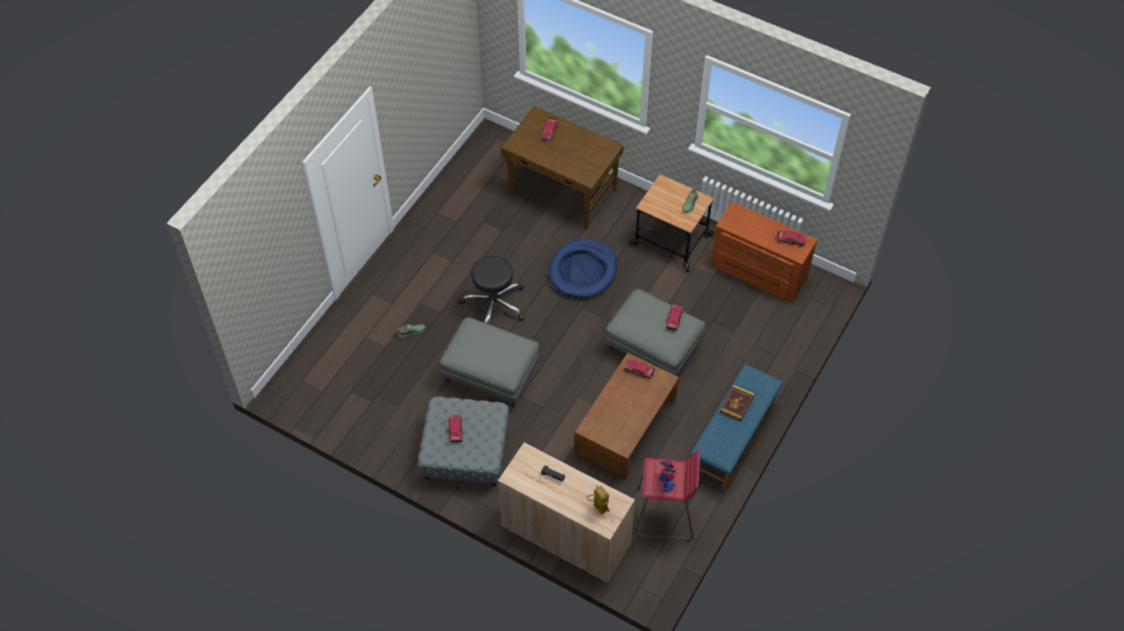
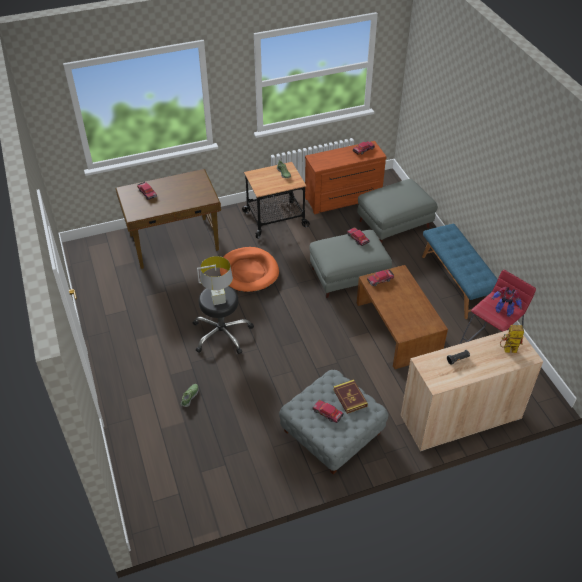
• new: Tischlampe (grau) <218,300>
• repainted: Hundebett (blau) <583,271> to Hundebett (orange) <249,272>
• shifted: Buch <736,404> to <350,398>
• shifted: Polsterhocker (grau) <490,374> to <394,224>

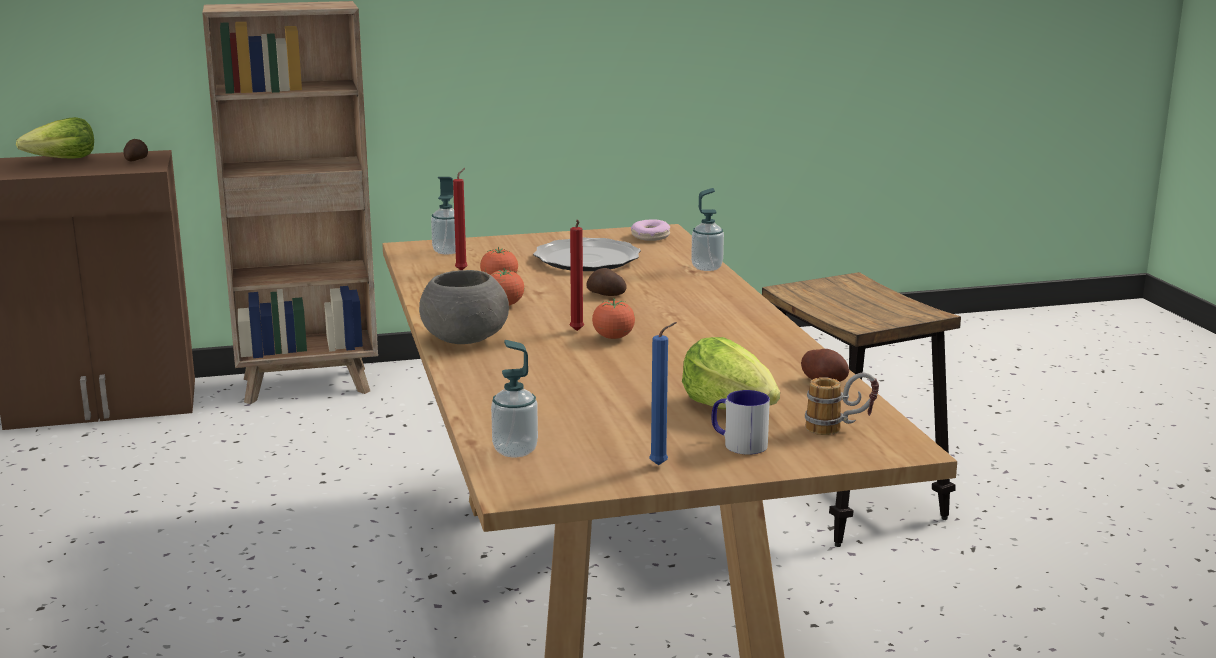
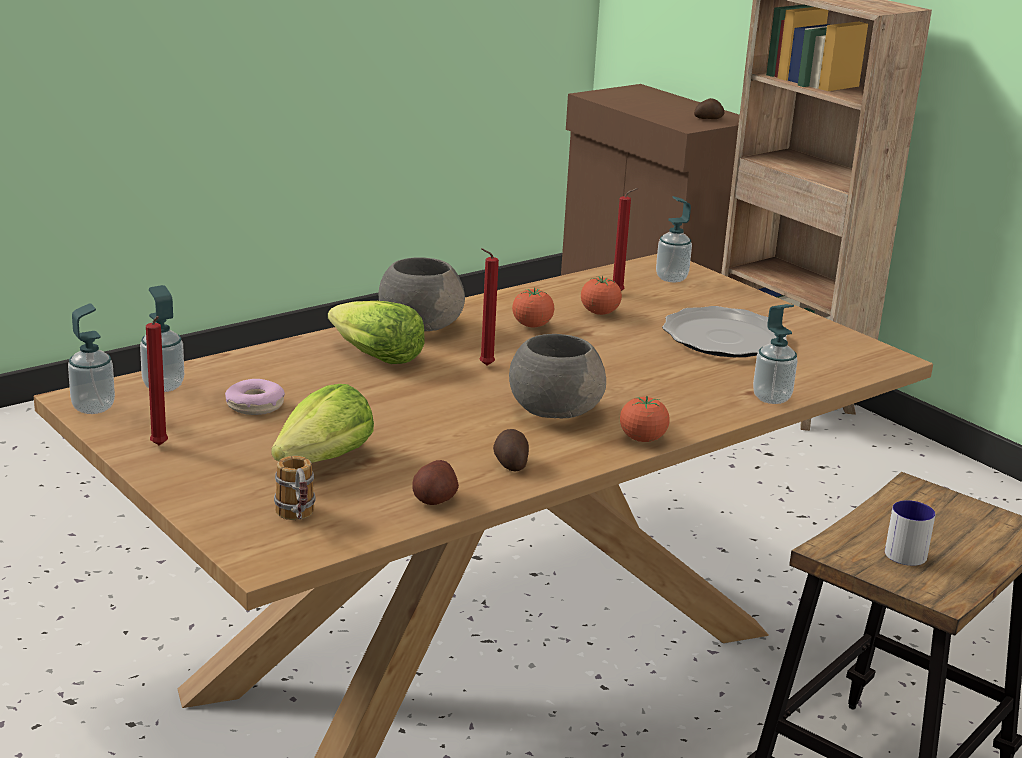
• new: Seifenspender <93,407>
• repainted: Kerze (blau) <661,465> to Kerze (rot) <160,446>
• shifted: Donut <650,237> to <255,406>
• shifted: Salatkopf <62,160> to <375,357>
• shifted: Kartoffel <605,294> to <510,464>
• new: Schüssel (grau) <553,410>
• shifted: Tomate <613,338> to <642,439>
• shifted: Henkelbecher <738,444> to <904,550>

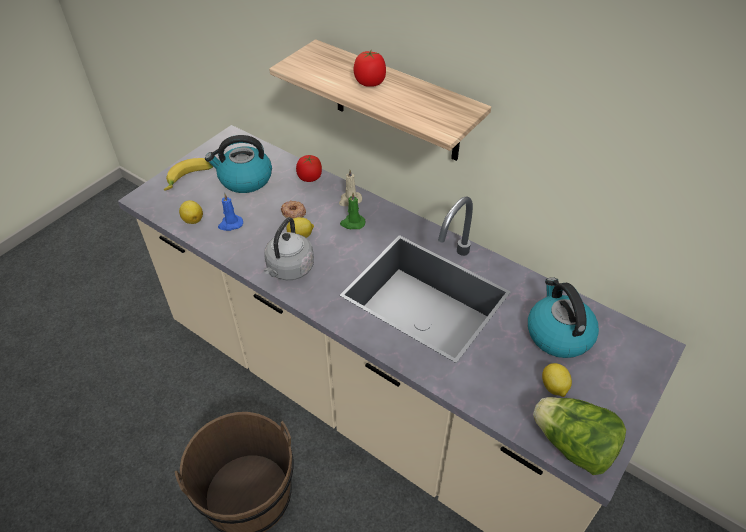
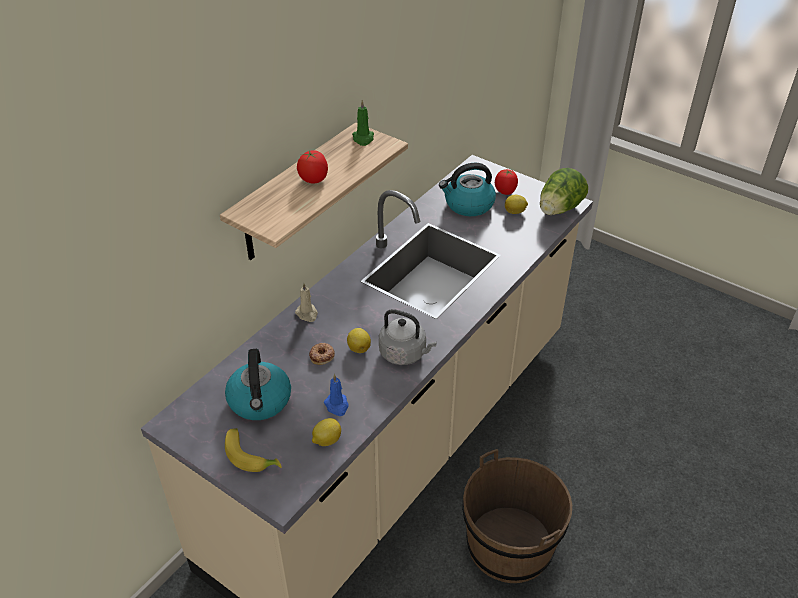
• shifted: Kerze (grün) <352,223> to <363,139>
• shifted: Tomate <309,178> to <505,191>

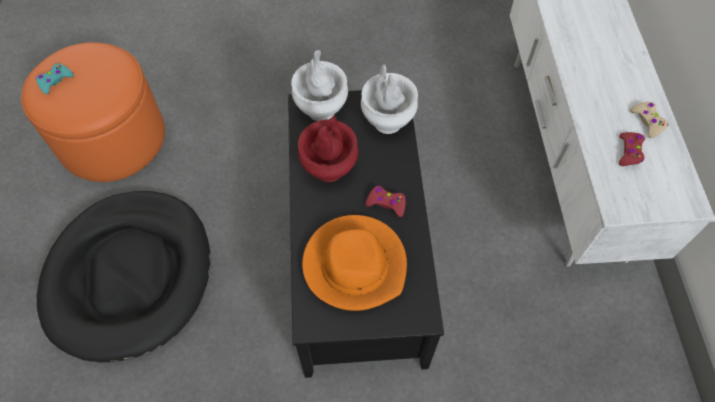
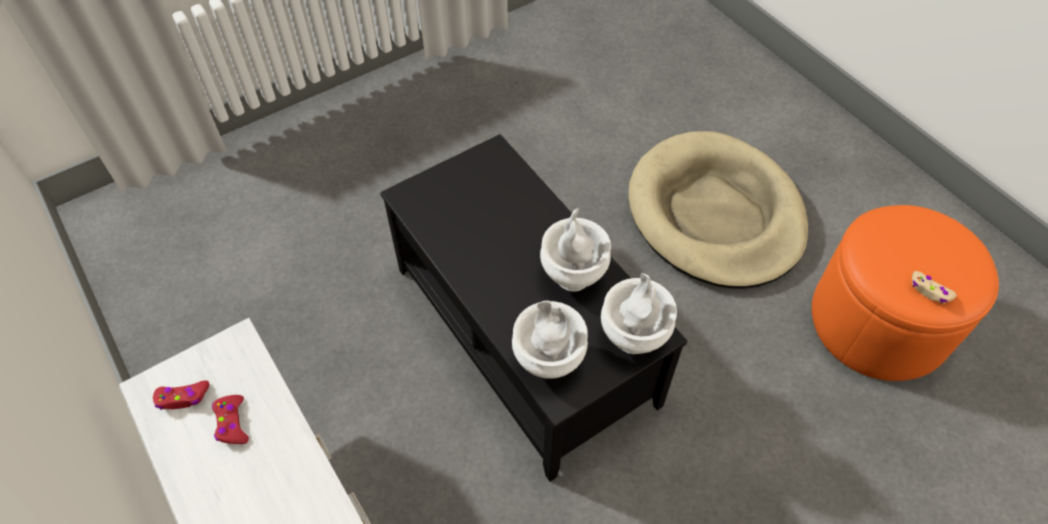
• shifted: Gamepad (rot) <386,203> to <183,398>
• repainted: Vase (rot) <329,170> to Vase (weiß) <573,276>
• repainted: Hundebett (schwarz) <130,275> to Hundebett (beige) <715,214>
• shifted: Gamepad (beige) <647,122> to <929,291>
• gone: Gamepad (türkis) <55,81>
• gone: Hut (orange) <355,264>

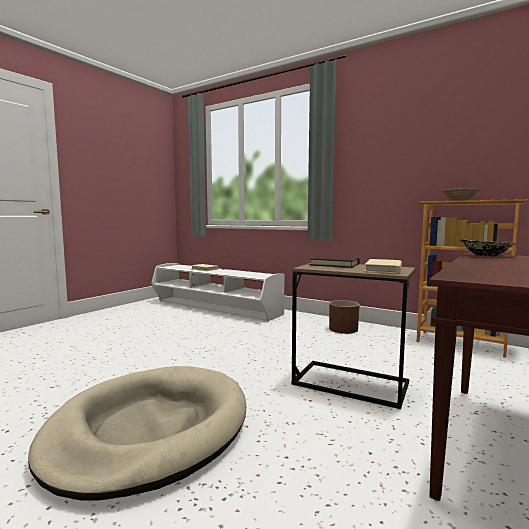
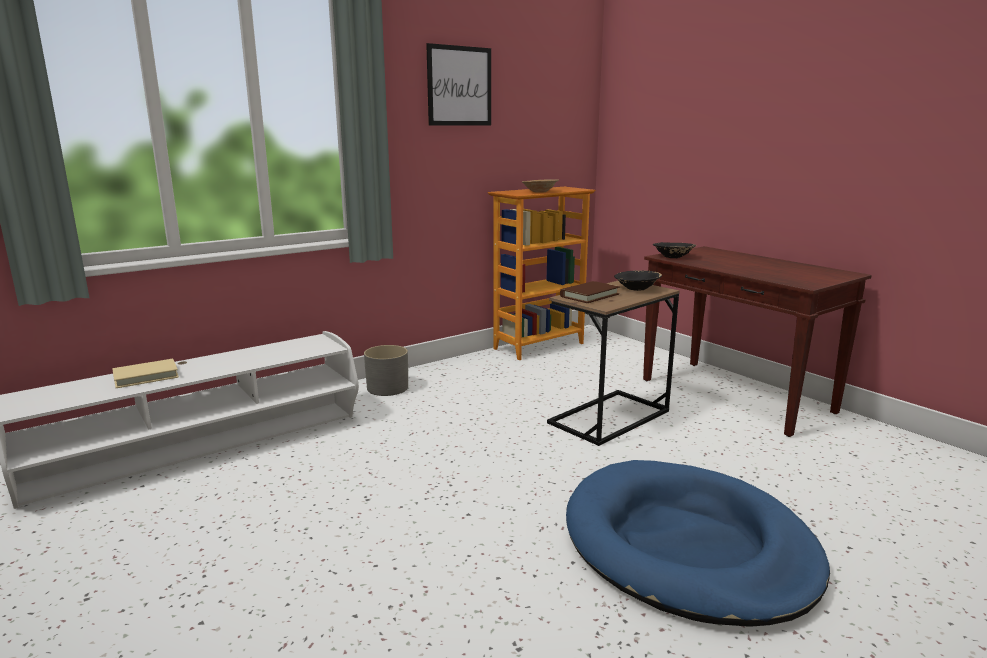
• new: Pflanzkübel (grau) <387,388>
• new: Bild <459,86>
• repainted: Hundebett (beige) <149,430> to Hundebett (blau) <687,546>
• swapped: Buch (beige) <383,269> to Schüssel (schwarz) <637,288>
• gone: Pflanzkübel (braun) <343,329>

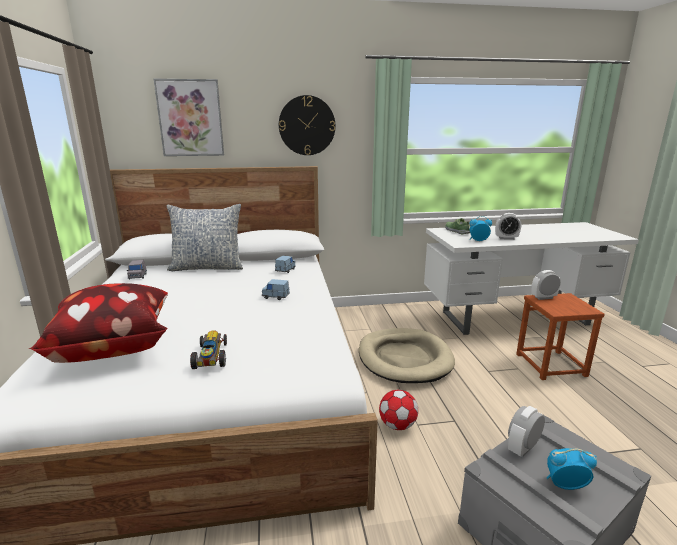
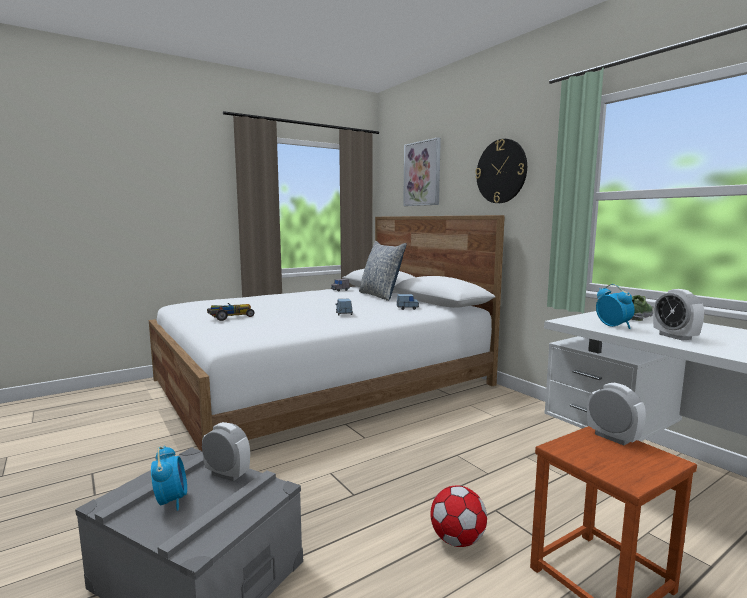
• shifted: Fußball <397,425> to <457,540>
• gone: Kissen <113,346>
• gone: Hundebett (beige) <404,358>

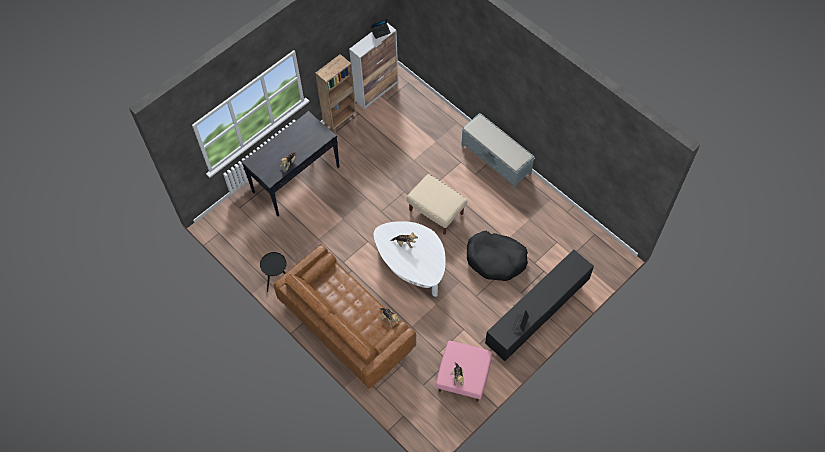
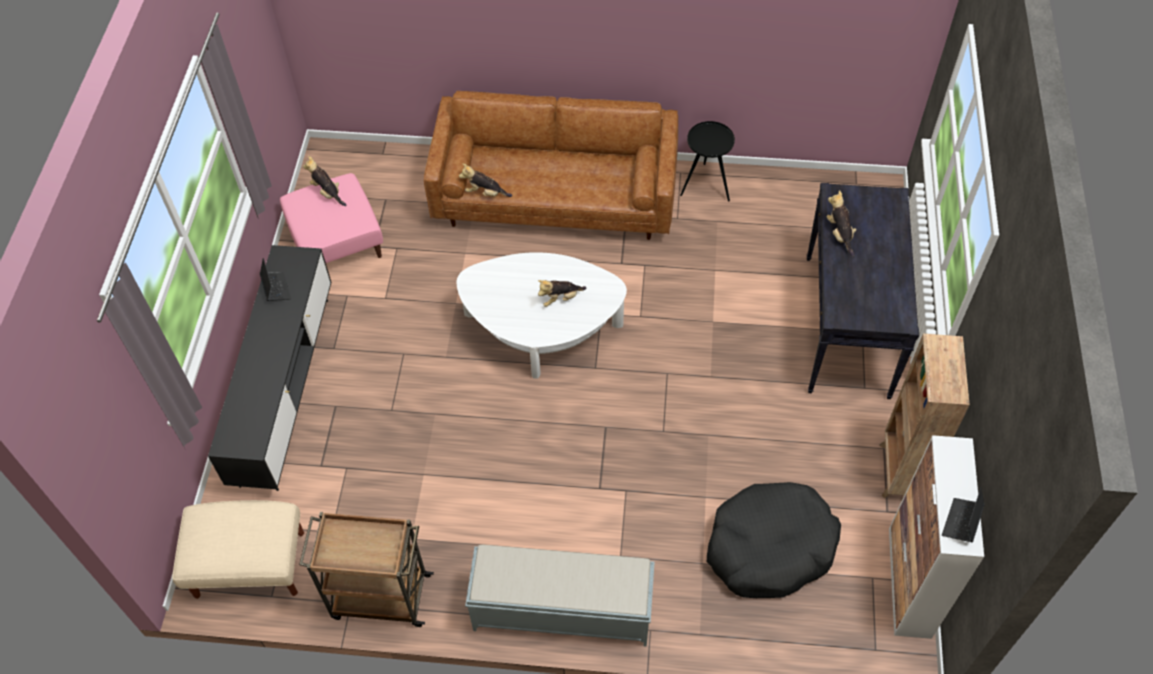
• shifted: Polsterhocker (beige) <436,212> to <249,565>
• new: Rollwagen (braun) <379,596>
• shifted: Hundebett (schwarz) <495,259> to <769,547>

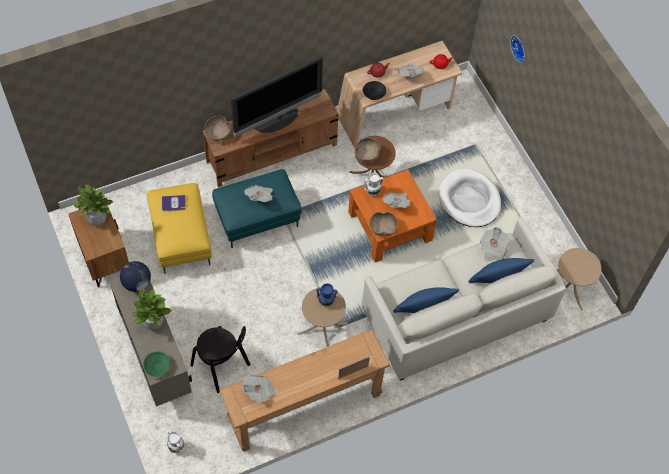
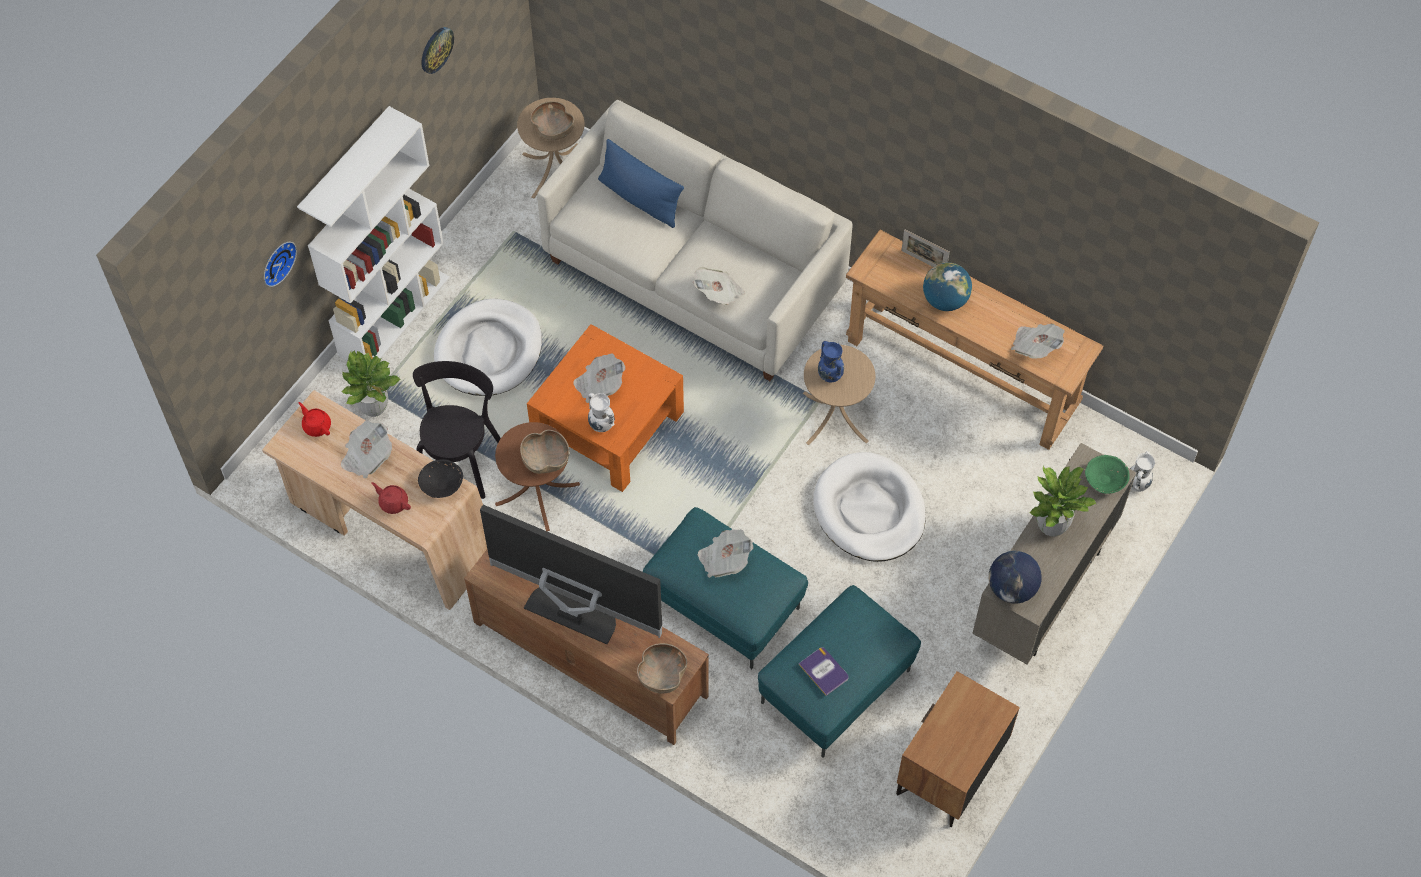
• new: Bücherregal (weiß) <394,315>
• shifted: Topfpflanze <97,220> to <374,408>
• shifted: Stuhl (schwarz) <222,367> to <460,459>
• new: Wanduhr <436,49>
• shifted: Schüssel (braun) <383,228> to <552,130>
• shifted: Zeitung <493,249> to <718,293>
• repainted: Polsterhocker (gelb) <180,238> to Polsterhocker (türkis) <836,688>
• new: Hundebett (weiß) <869,510>
• new: Globus <945,300>
• gone: Kissen (blau) <424,306>

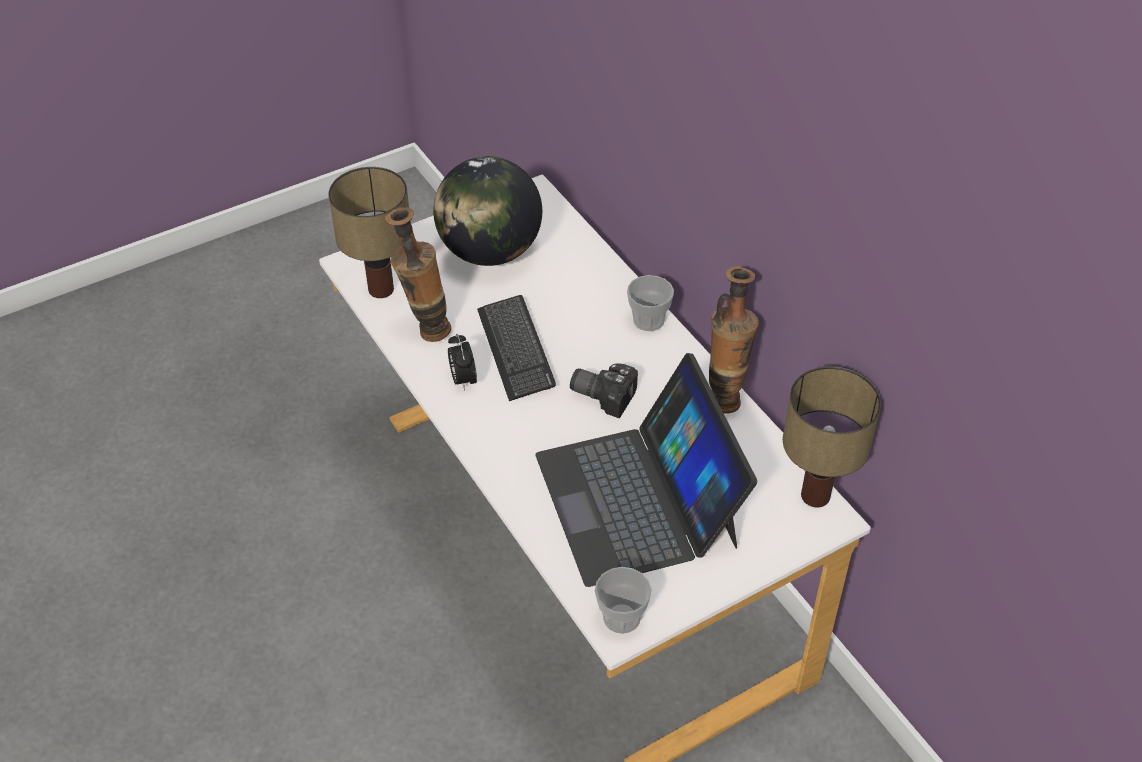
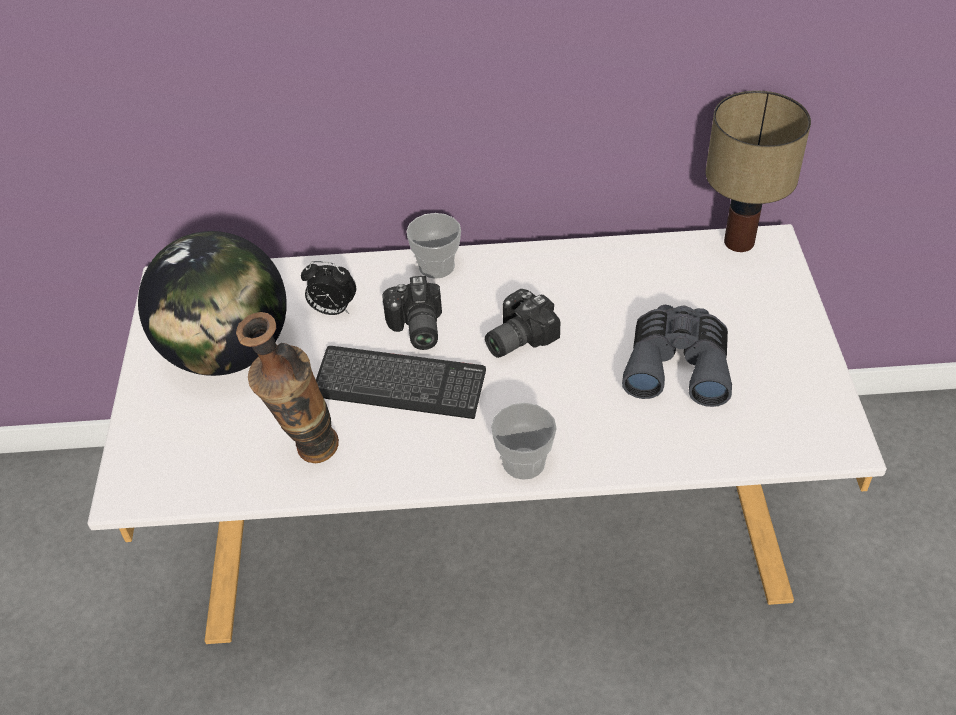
• shifted: Wecker <463,379> to <332,310>
• new: Kamera <415,329>
• shifted: Tasse <621,617> to <524,462>
• swapped: Laptop <638,499> to Fernglas (grau) <677,364>
• gone: Tischlampe <382,290>
• gone: Vase <725,396>

